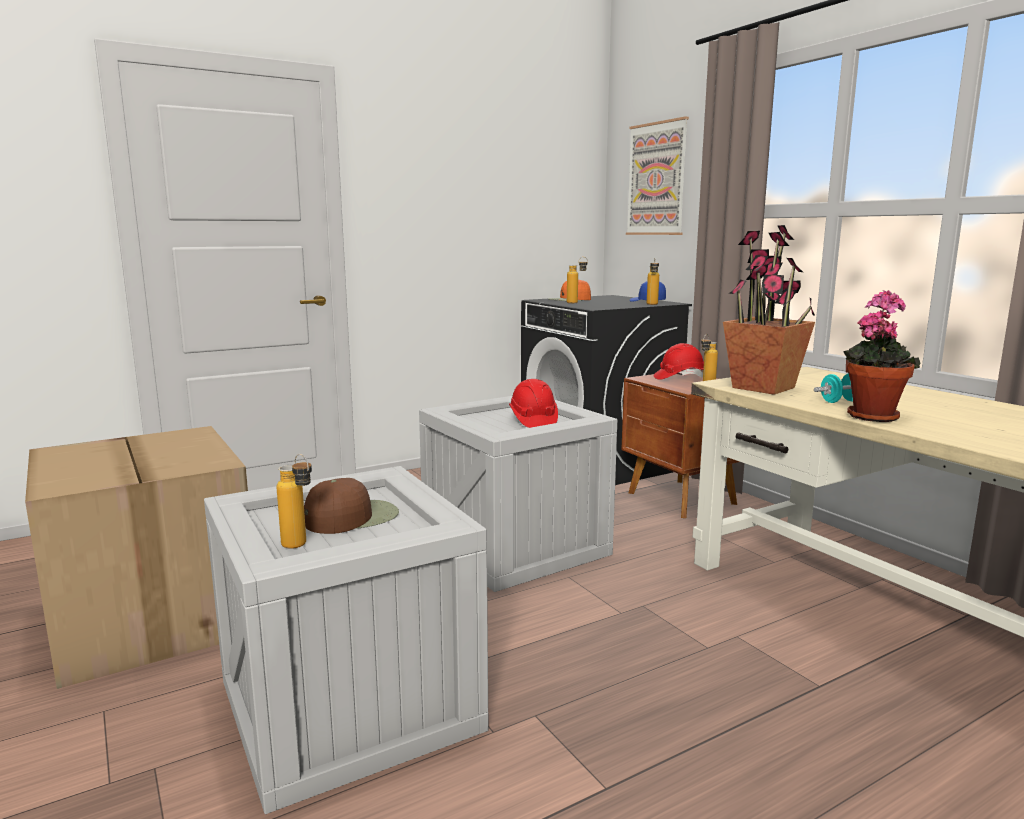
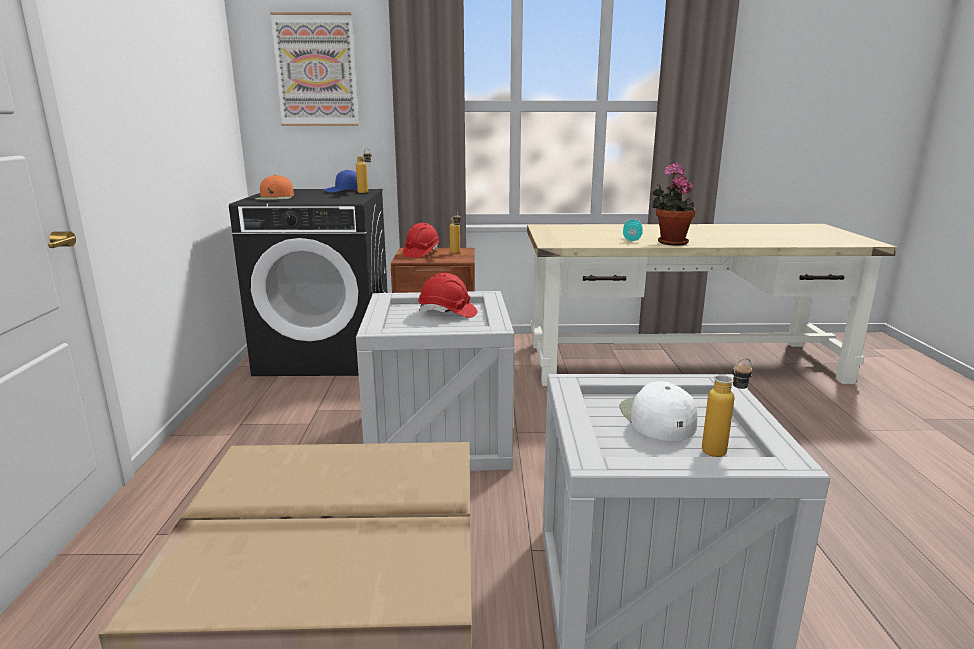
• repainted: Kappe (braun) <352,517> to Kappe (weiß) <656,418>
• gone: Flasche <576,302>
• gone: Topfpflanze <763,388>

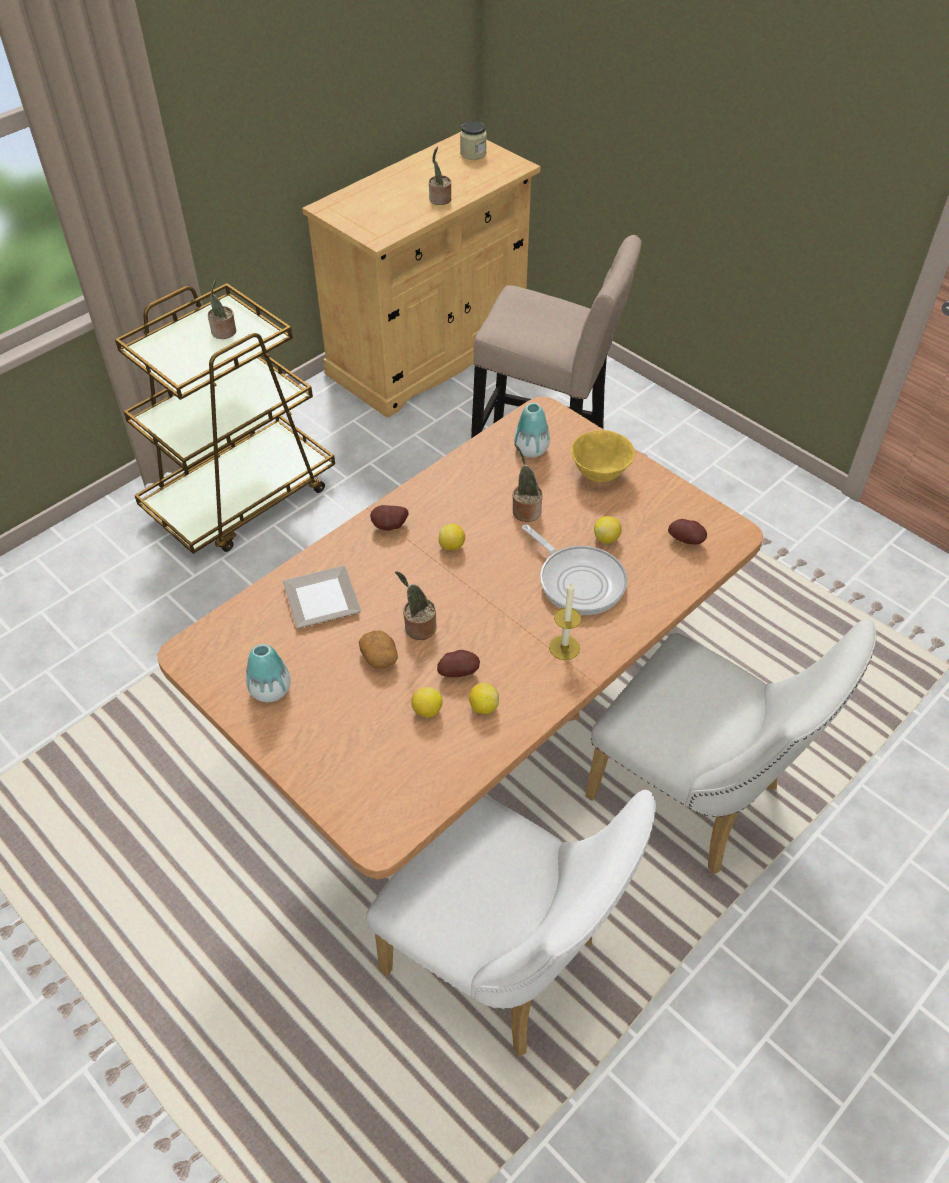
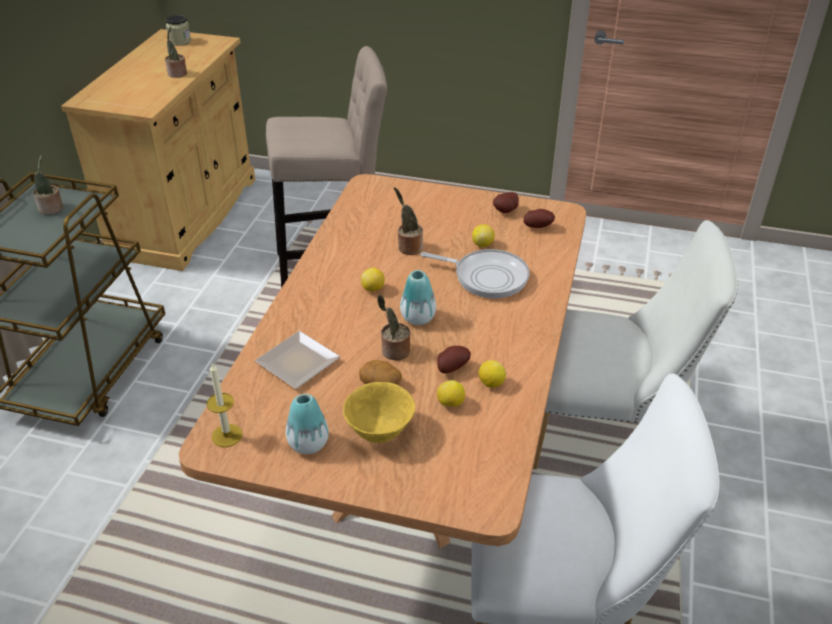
• shifted: Kerze <564,647> to <227,435>
• shifted: Schüssel (gelb) <600,474> to <380,431>
• shifted: Vase <531,450> to <418,318>
• shifted: Kartoffel <390,527> to <506,211>

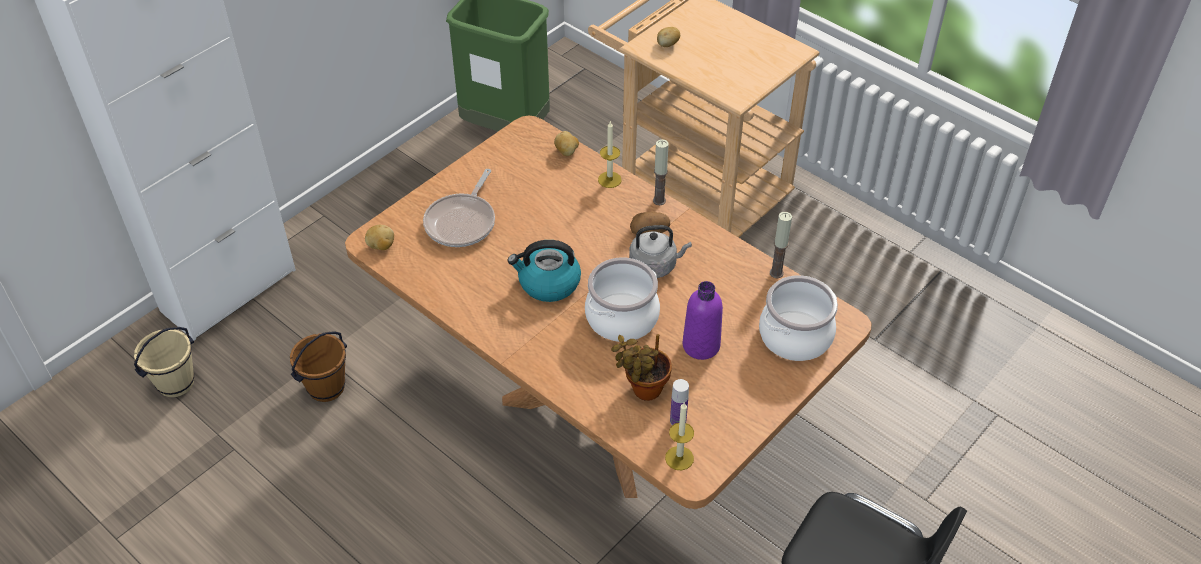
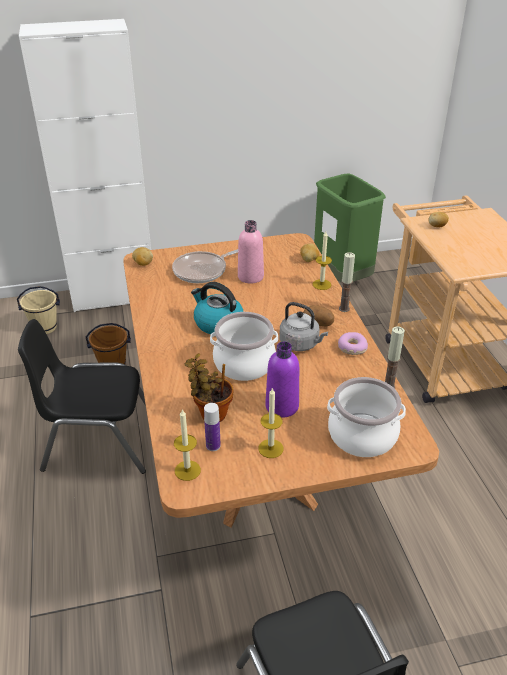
• new: Stuhl (schwarz) <99,441>
• new: Flasche (rosa) <250,277>
• new: Kerze <270,448>
• new: Donut <351,348>

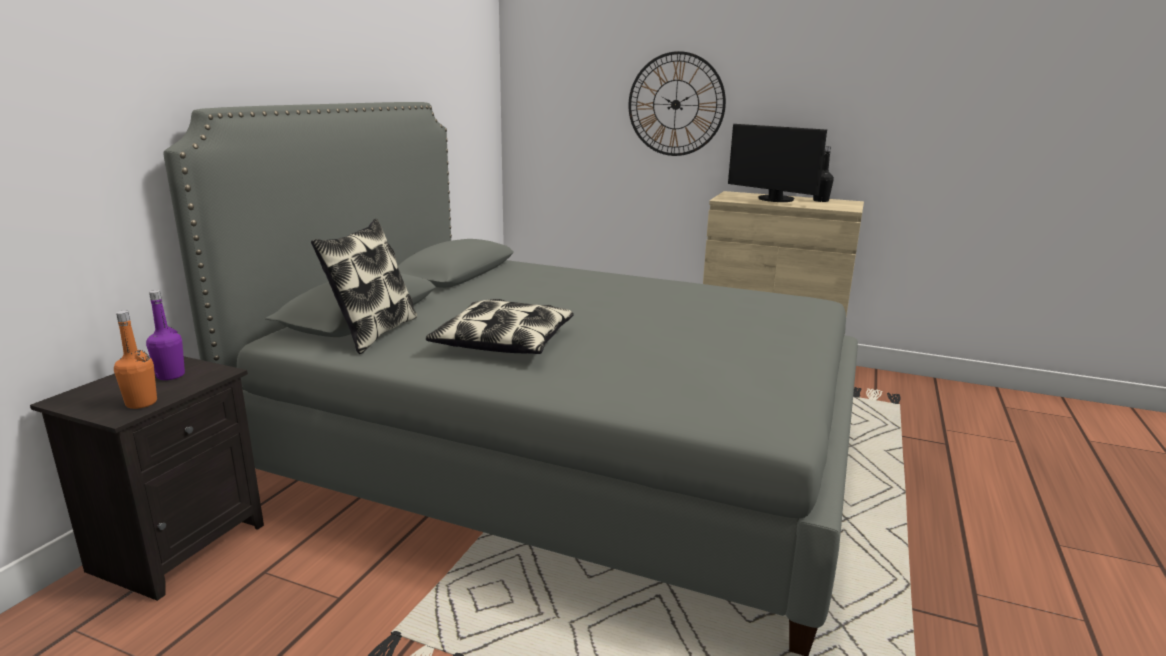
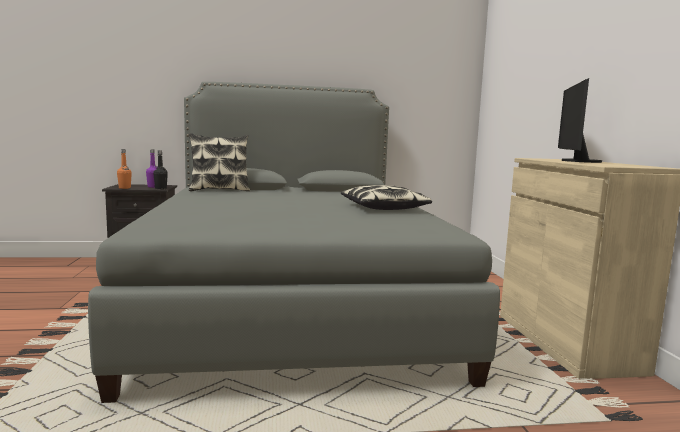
• shifted: Flasche (schwarz) <820,200> to <160,189>
• shifted: Kissen <503,343> to <383,208>
• gone: Wanduhr <676,104>

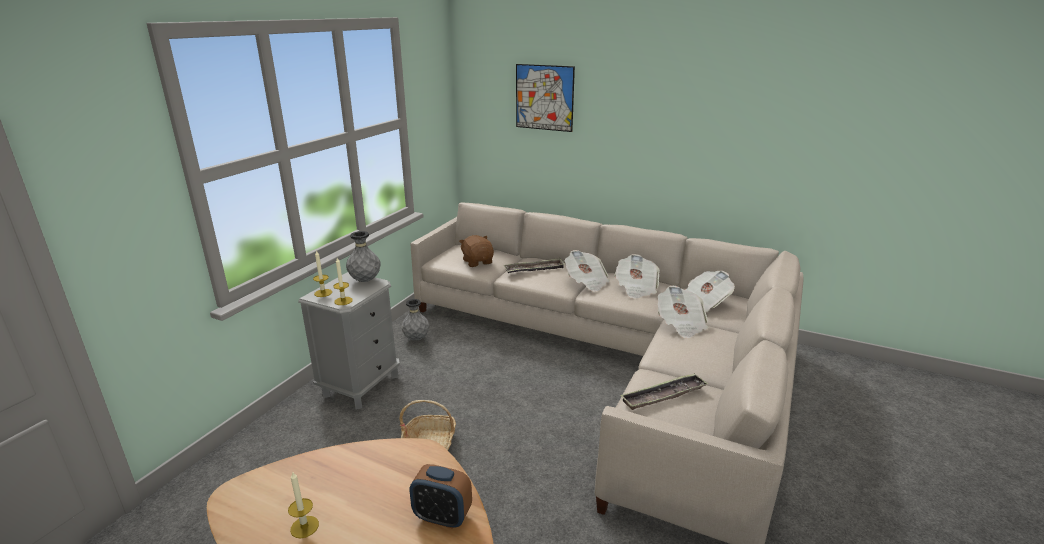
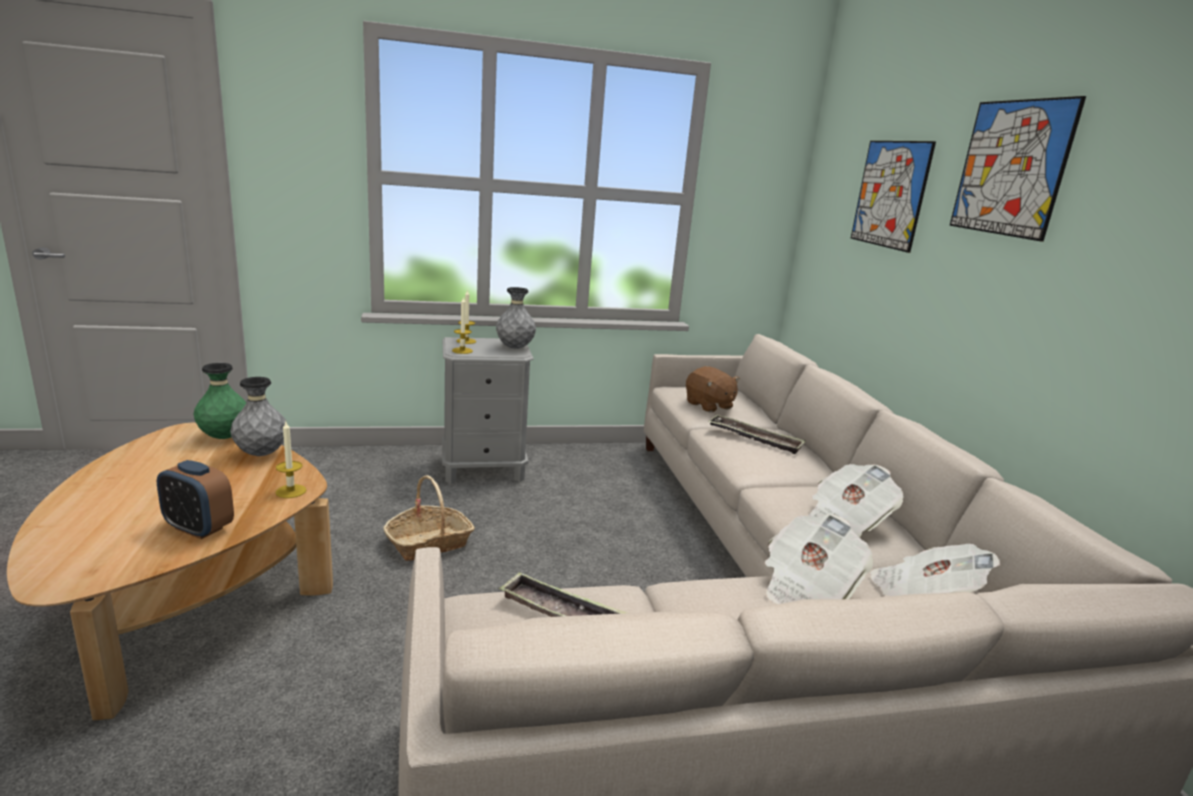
• rotated: Wecker <442,517> = <199,528> 45 degrees counterclockwise
• new: Vase (grün) <224,437>
• shifted: Vase (grau) <416,339> to <261,454>
• shifted: Kerze <304,527> to <291,491>
• rotated: Plüschtier (braun) <478,262> = <709,405> 120 degrees clockwise
• new: Bild <1011,168>
• gone: Zeitung <586,282>

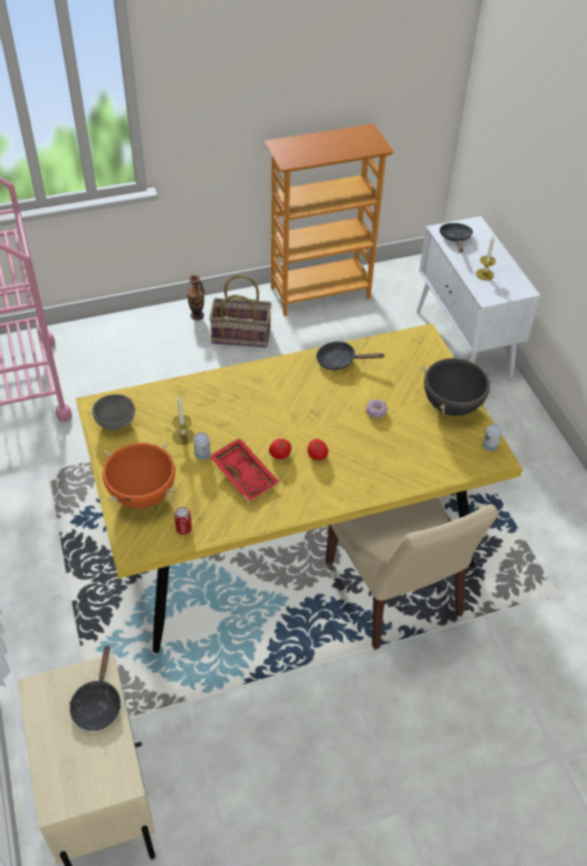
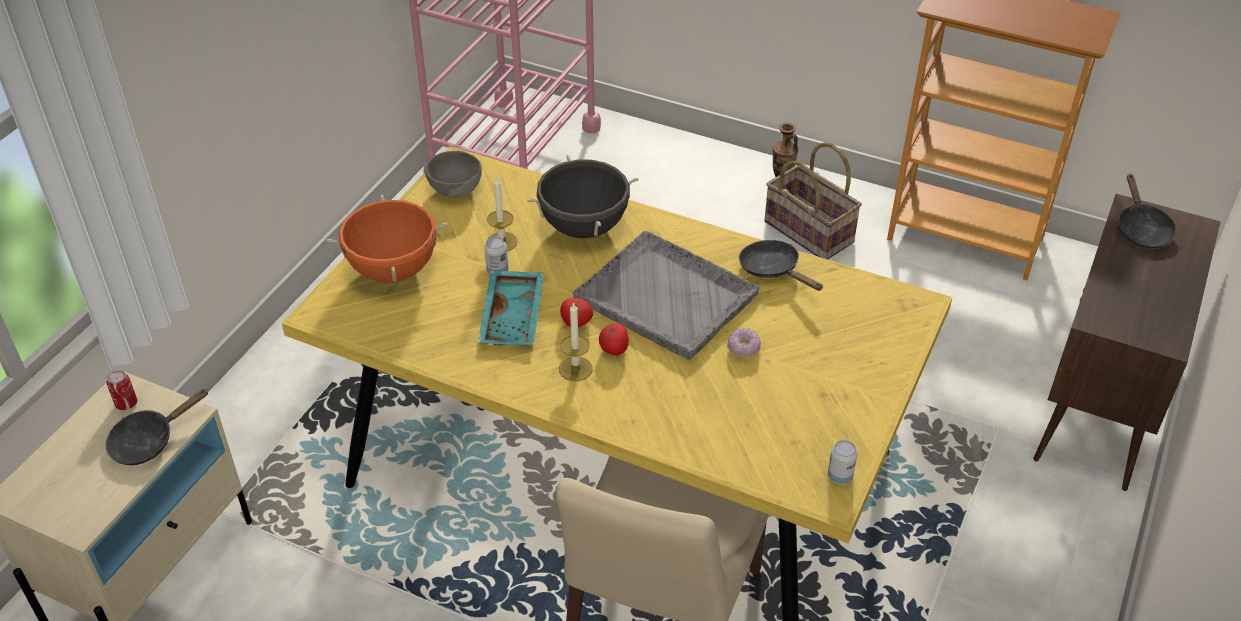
• shifted: Dose <184,529> to <126,403>
• repainted: Tablett (rot) <245,474> to Tablett (türkis) <514,317>
• shifted: Kochtopf (schwarz) <451,405> to <583,227>
• shifted: Kerze <484,274> to <575,369>
• new: Tablett (grau) <667,297>
• repainted: Schrank (weiß) <463,345> to Schrank (braun) <1099,408>
• rotated: Pfanne (schwarz) <455,239> = <1141,229> 135 degrees clockwise

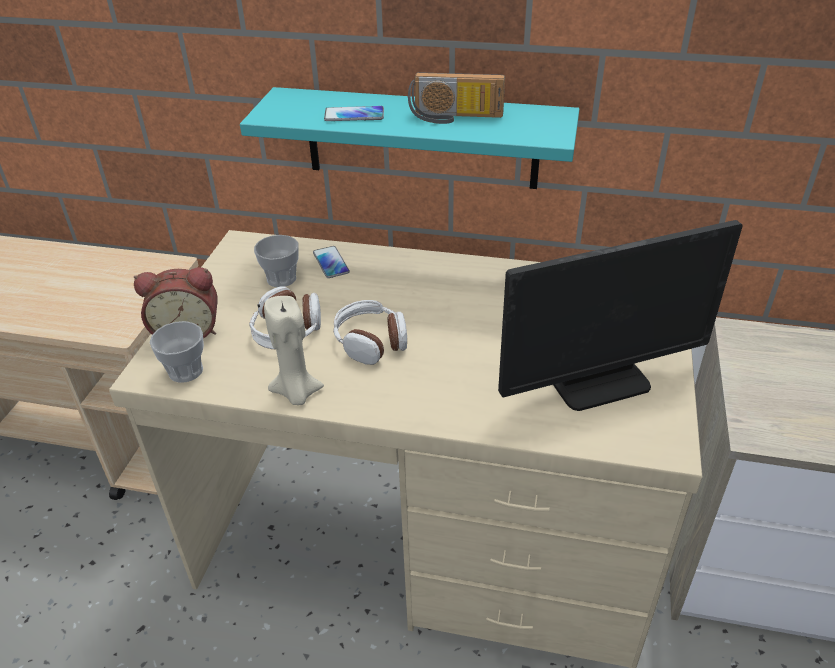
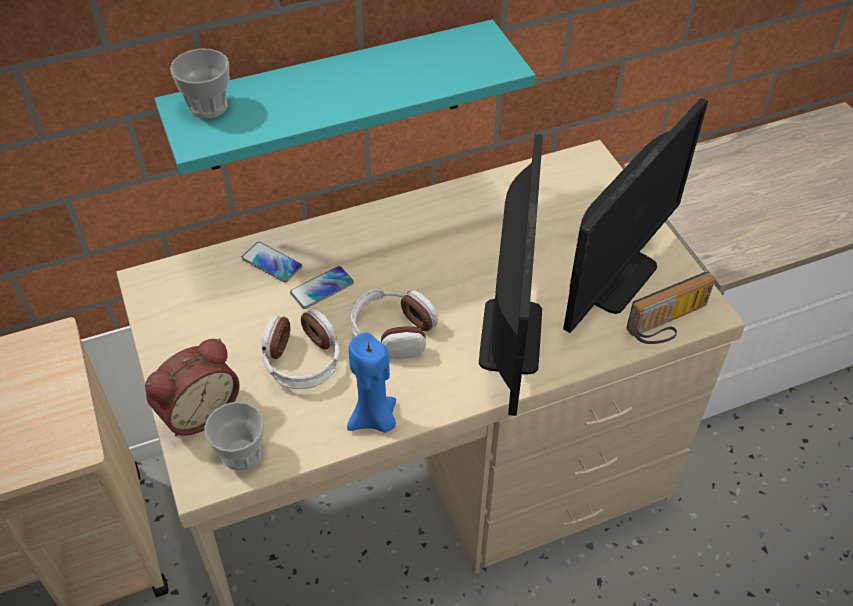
• shifted: Tasse <281,279> to <208,106>
• shifted: Handy <354,115> to <322,288>
• repainted: Kerze (beige) <296,393> to Kerze (blau) <374,419>
• new: Monitor <510,336>
• shifted: Radio <455,117> to <669,324>

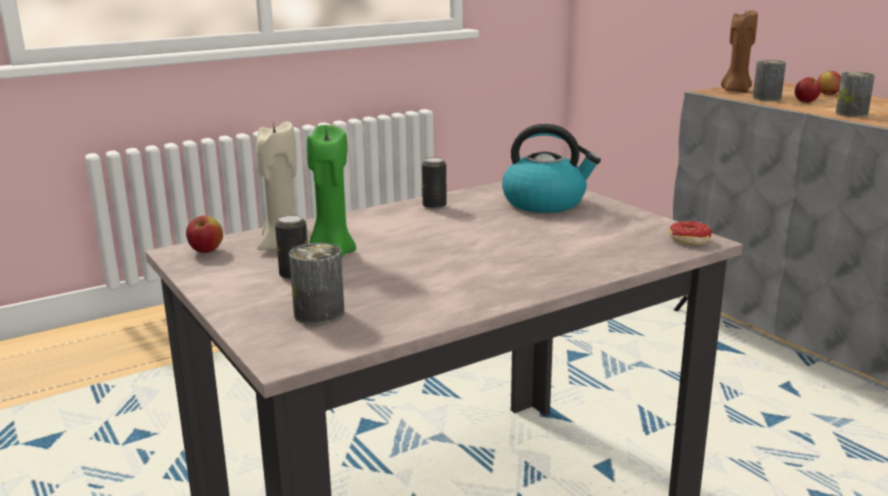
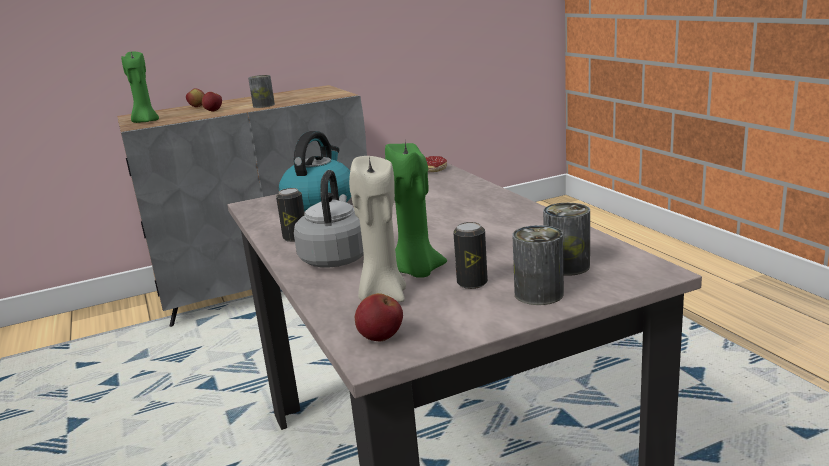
• repainted: Kerze (braun) <735,91> to Kerze (grün) <145,121>
• new: Wasserkessel (grau) <336,258>
• shifted: Dose <766,98> to <538,294>

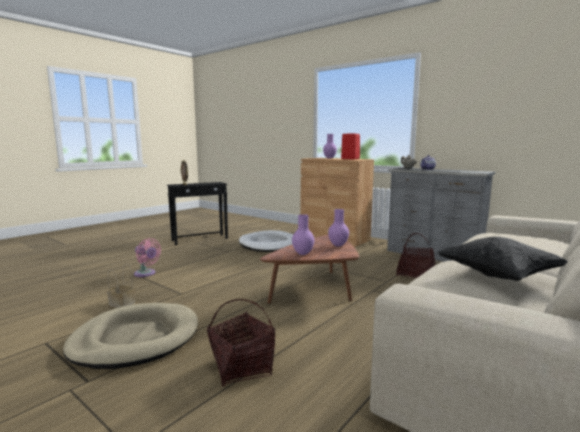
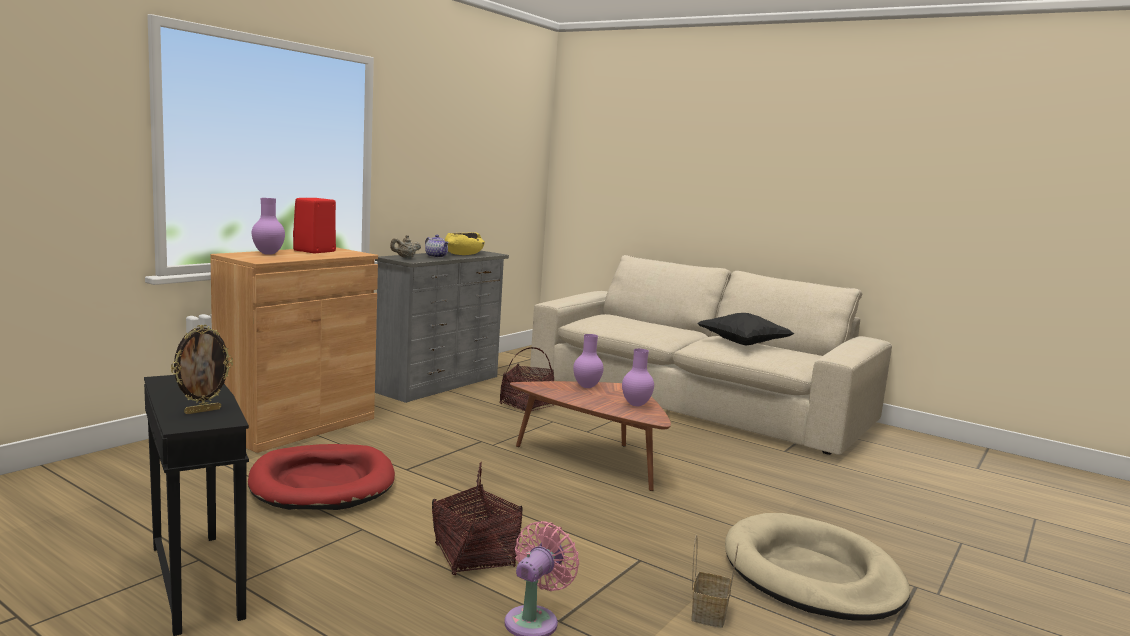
• repainted: Hundebett (weiß) <271,245> to Hundebett (rot) <323,483>
• shifted: Korb <241,367> to <474,556>
• new: Schüssel (gelb) <463,254>

